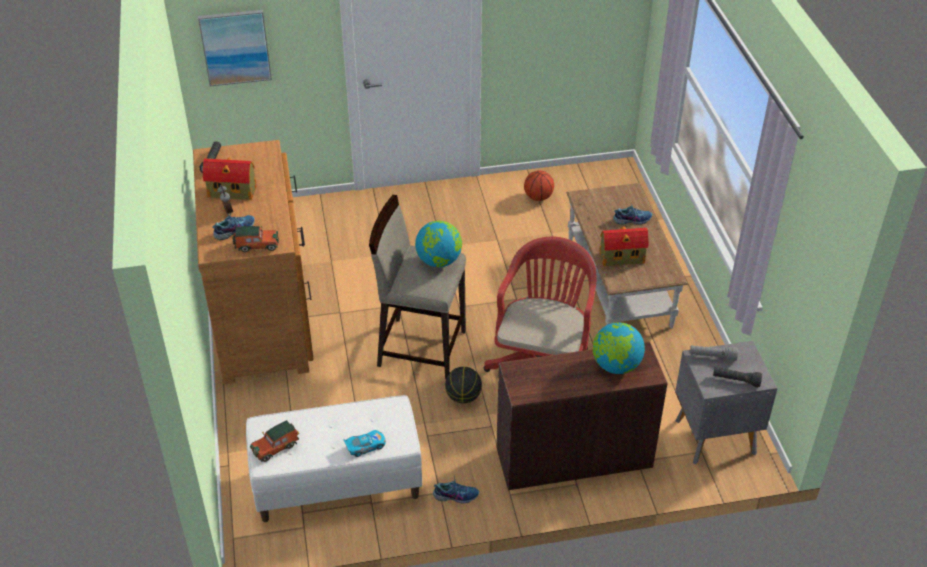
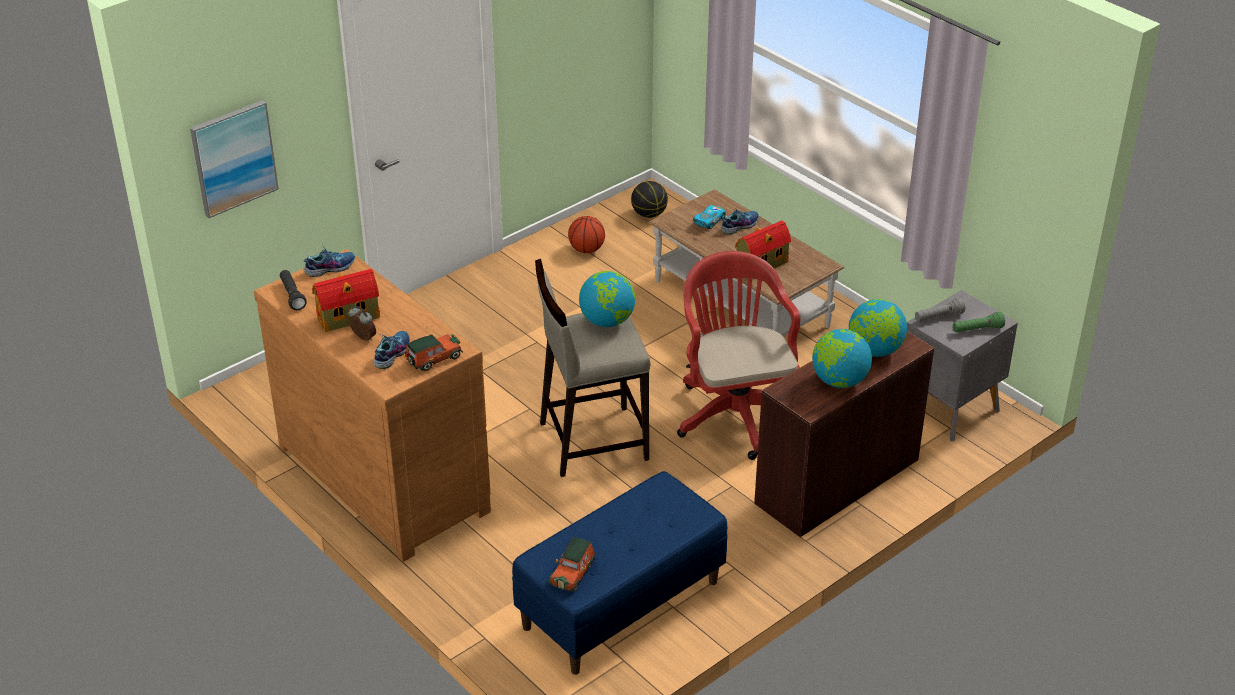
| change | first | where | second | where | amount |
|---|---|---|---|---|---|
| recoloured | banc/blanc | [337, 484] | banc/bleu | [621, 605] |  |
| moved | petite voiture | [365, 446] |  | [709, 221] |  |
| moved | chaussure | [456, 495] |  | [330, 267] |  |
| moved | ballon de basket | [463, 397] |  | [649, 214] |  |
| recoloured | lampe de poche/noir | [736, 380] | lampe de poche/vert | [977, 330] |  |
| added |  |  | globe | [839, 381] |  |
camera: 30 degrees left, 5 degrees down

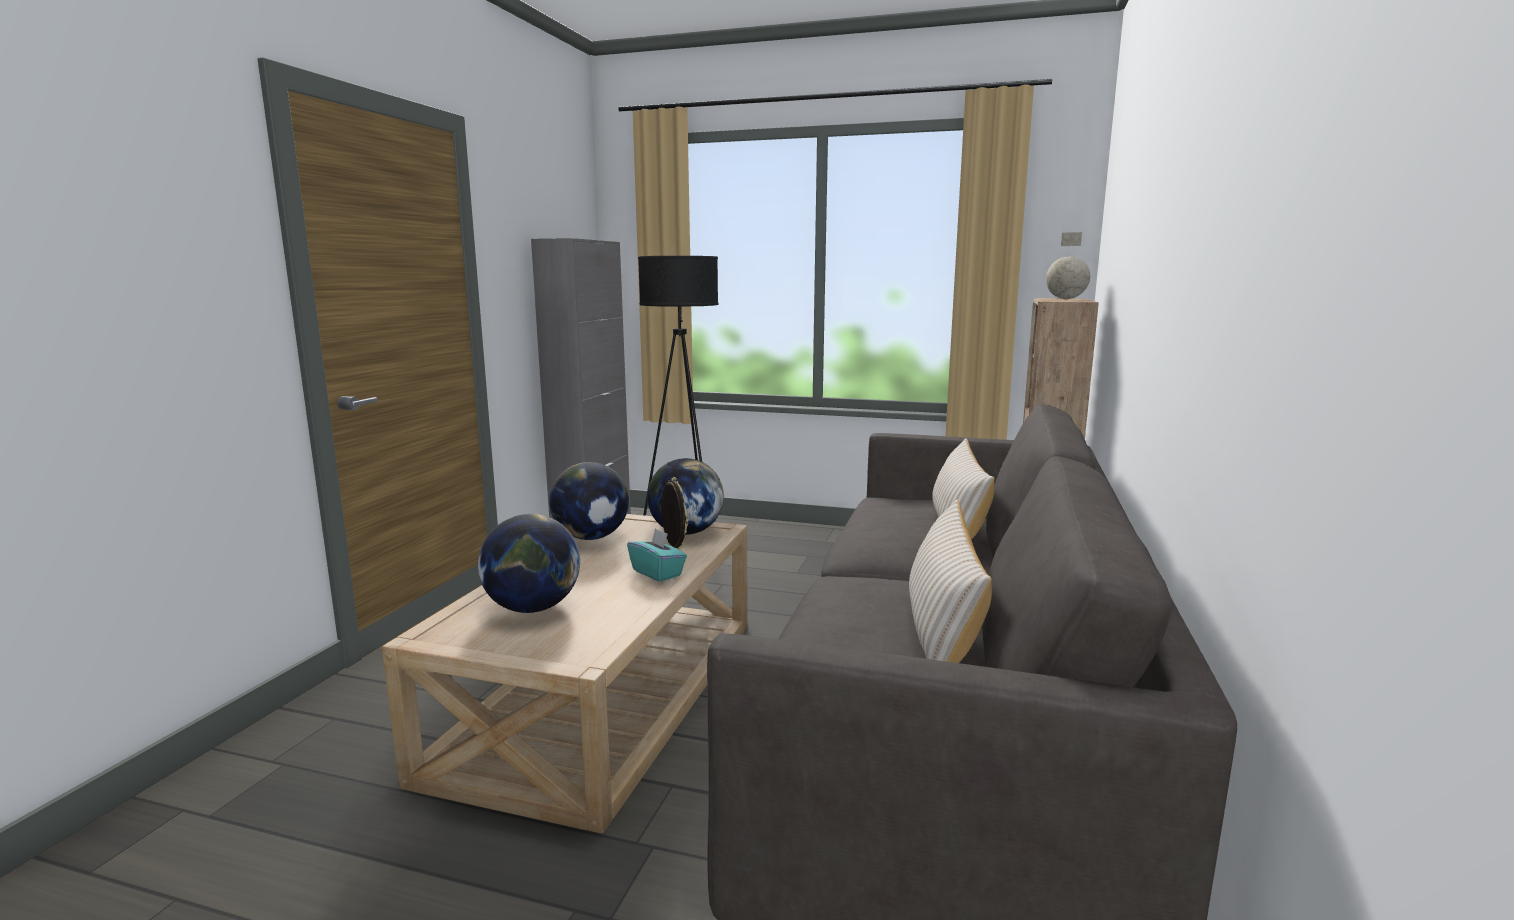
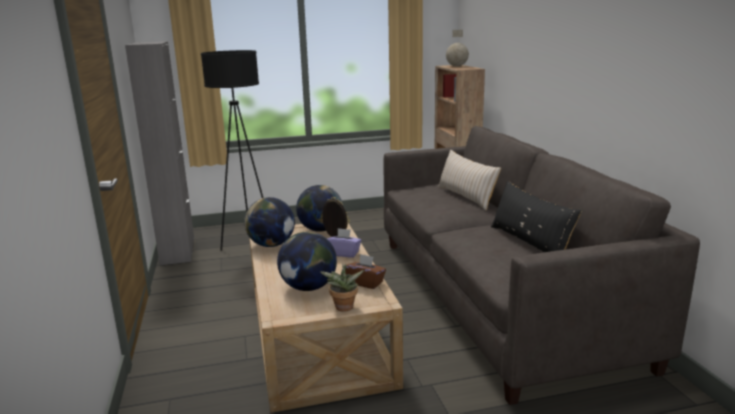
| change | first | where | second | where | amount |
|---|---|---|---|---|---|
| recoloured | boîte à mouchoirs/turquoise | [657, 573] | boîte à mouchoirs/violet | [344, 253] |  |
| recoloured | coussin/beige | [942, 631] | coussin/noir | [529, 242] |  |
| added |  |  | plante en pot | [343, 309] |  |
| added |  |  | boîte à mouchoirs/marron | [365, 283] |  |
camera: 30 degrees left, 5 degrees up

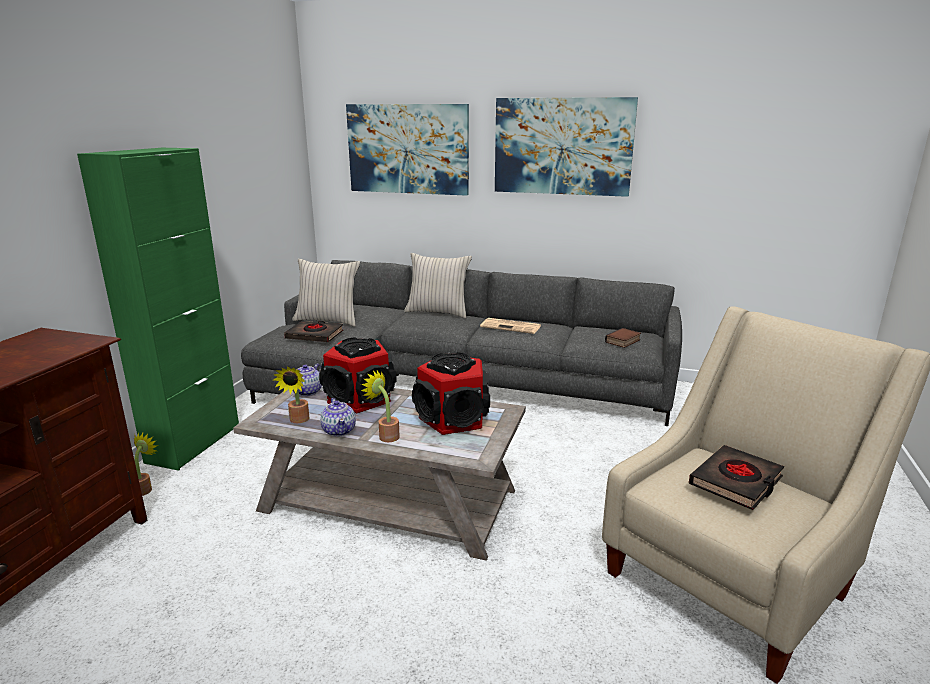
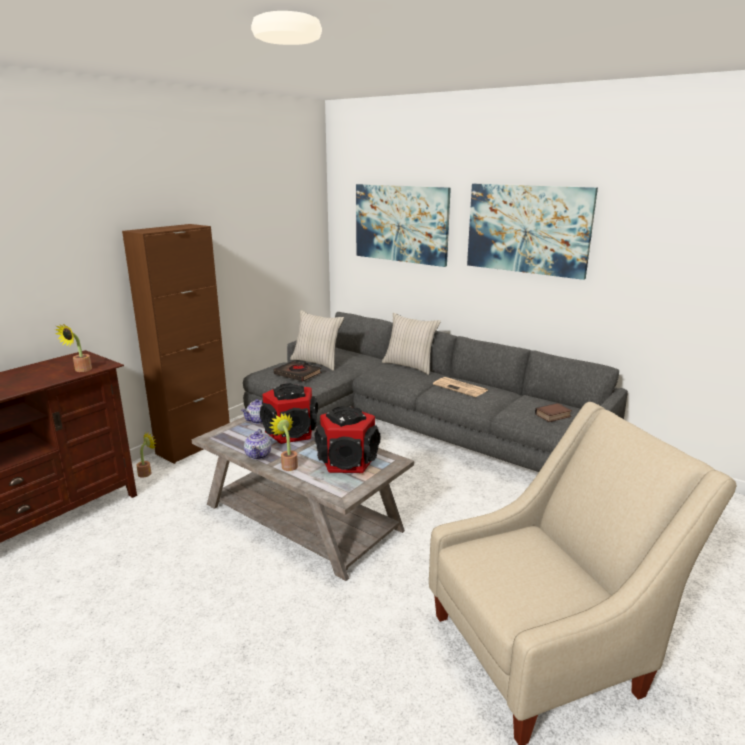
| change | first | where | second | where | amount |
|---|---|---|---|---|---|
| recoloured | meuble de rangement/vert | [194, 443] | meuble de rangement/marron | [194, 445] |  |
| moved | plante en pot | [298, 420] |  | [80, 370] |  |
| removed | livre/noir | [736, 482] |  |  |  |
camera: 20 degrees right, 0 degrees up

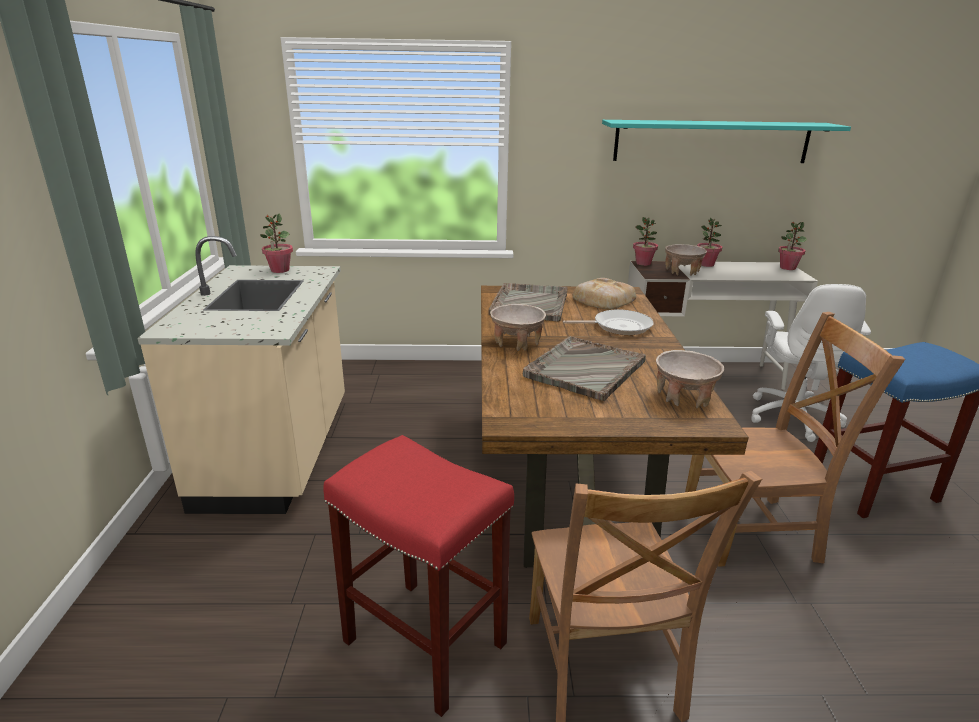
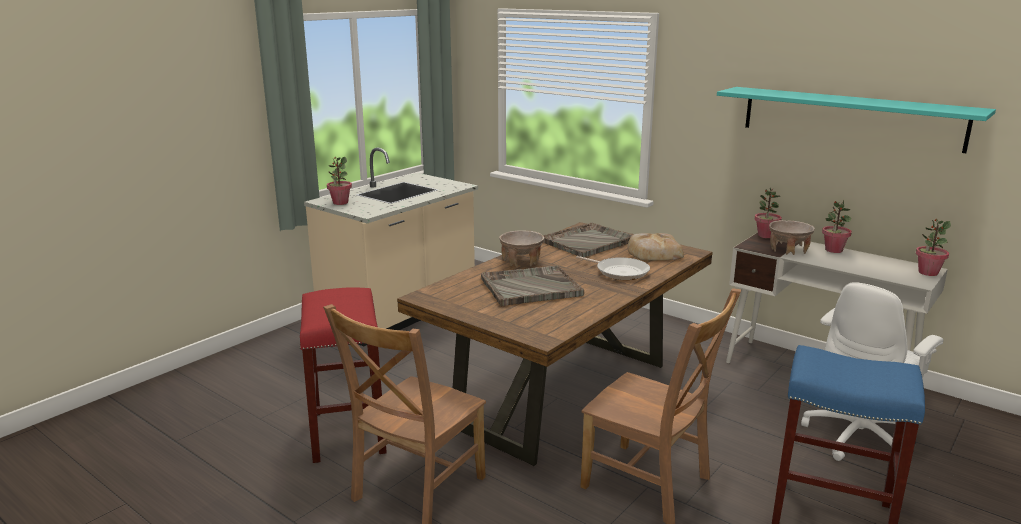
| change | first | where | second | where | amount |
|---|---|---|---|---|---|
| moved | plante en pot | [280, 270] |  | [340, 202] |  |
| removed | bol/beige | [684, 397] |  |  |  |
camera: 40 degrees right, 5 degrees down

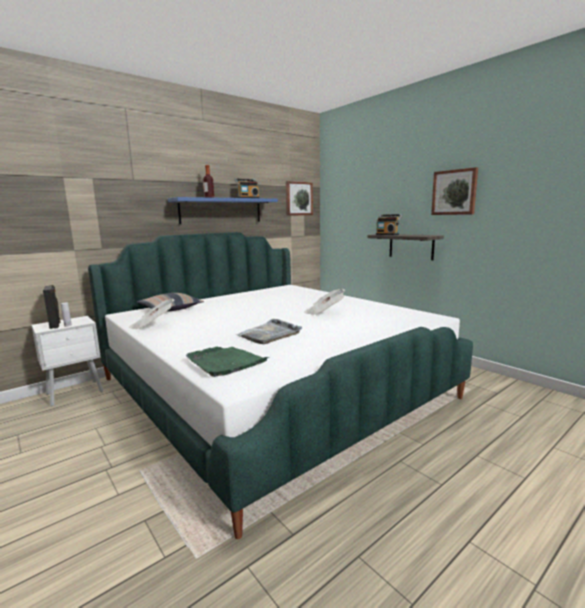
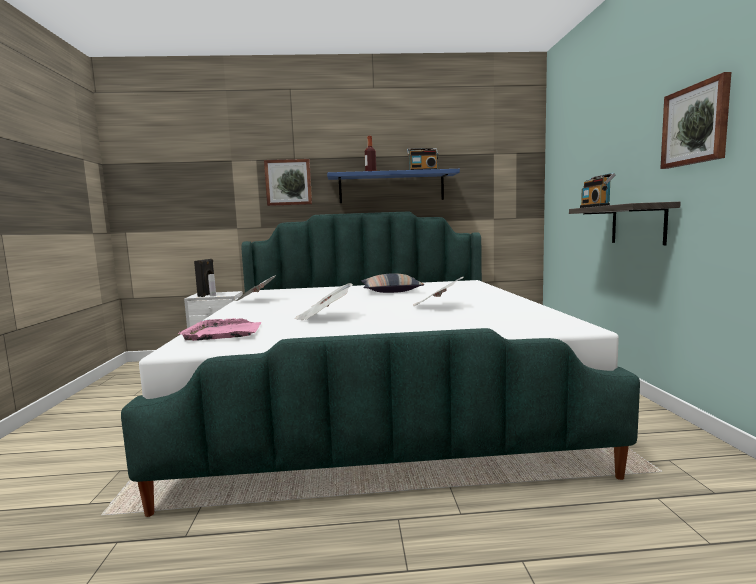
| change | first | where | second | where | amount |
|---|---|---|---|---|---|
| moved | coussin | [170, 309] |  | [391, 291] |  |
| recoloured | plateau/vert | [225, 362] | plateau/rose | [224, 333] |  |
| replaced | plateau/gris | [269, 334] | journal | [323, 318] |  |
| moved | tableau | [298, 198] |  | [288, 182] |  |
camera: 35 degrees right, 5 degrees down

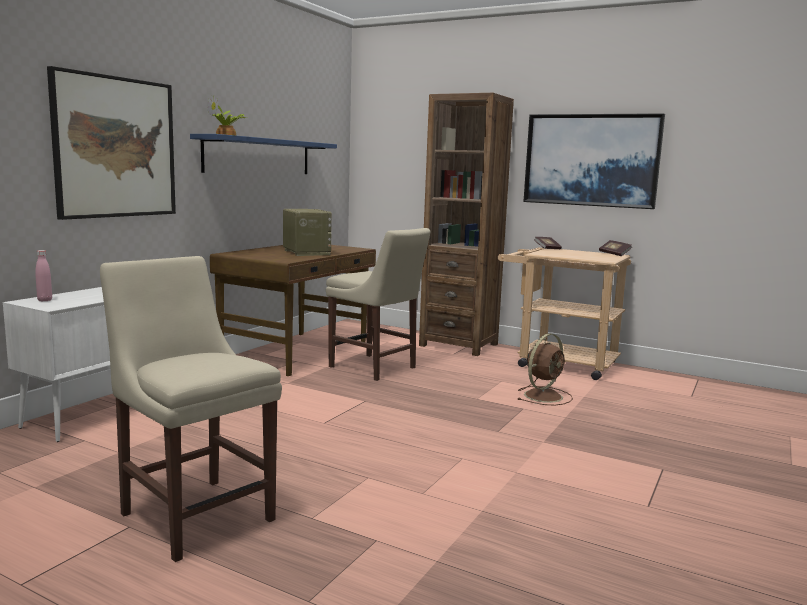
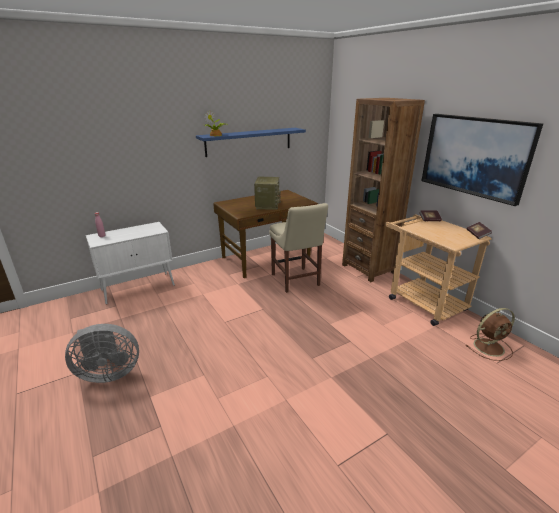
| change | first | where | second | where | amount |
|---|---|---|---|---|---|
| removed | tableau | [115, 147] |  |  |  |
| replaced | chaise/beige | [194, 513] | ventilateur/gris | [108, 373] |  |
| moved | ventilateur/marron | [544, 396] |  | [489, 347] |  |
camera: 30 degrees right, 15 degrees up

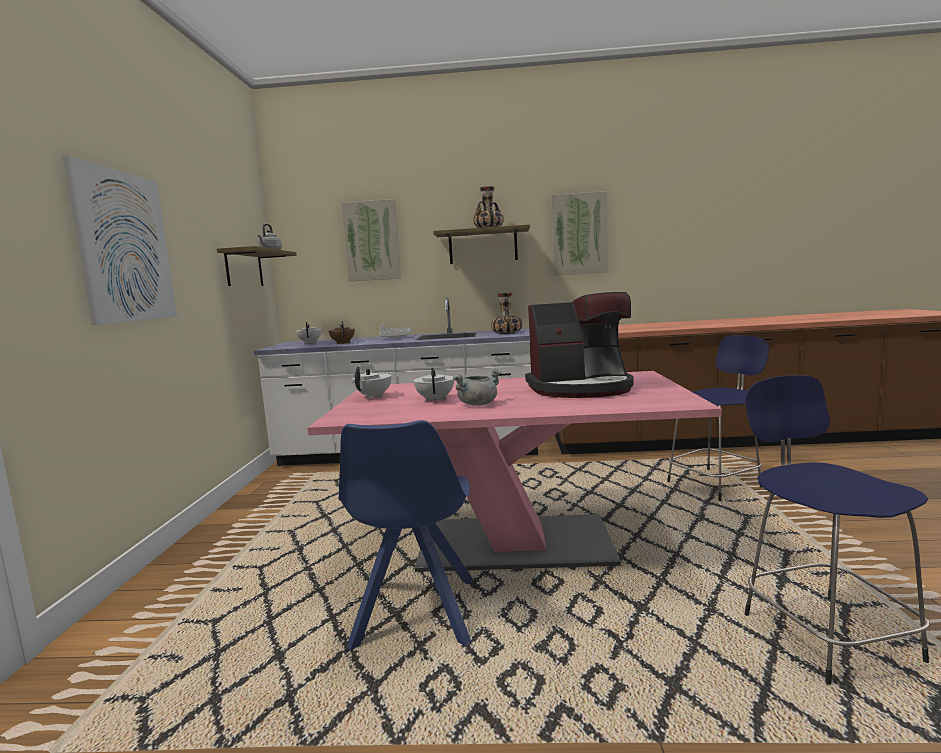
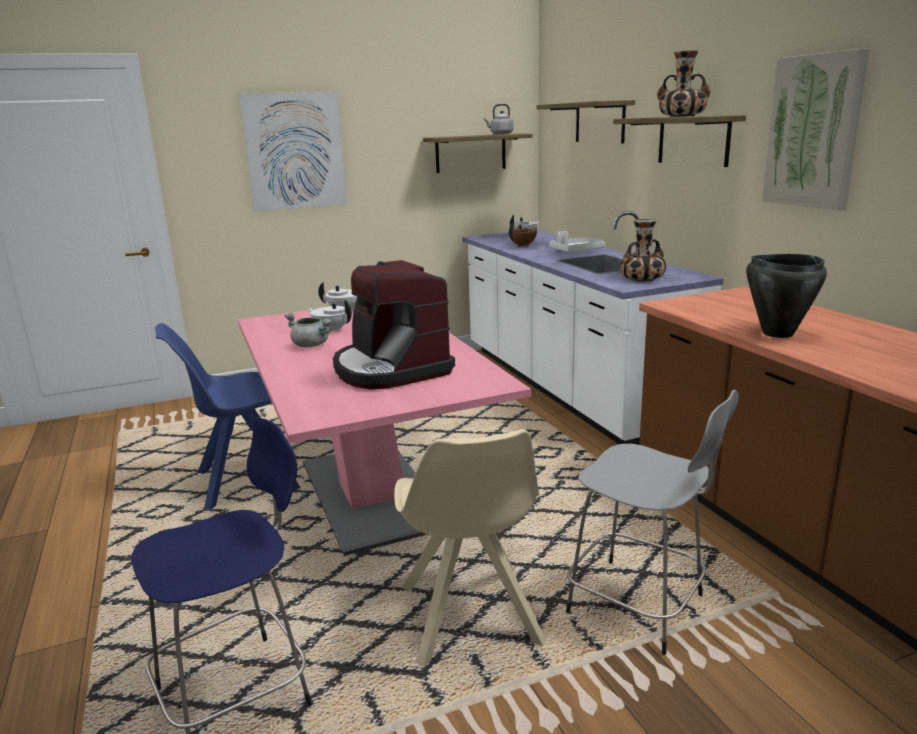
| change | first | where | second | where | amount |
|---|---|---|---|---|---|
| replaced | tableau | [372, 241] | étagère | [599, 122] |  |
| turned | théière/blanc | [435, 399] |  | [331, 330] | 120 degrees counterclockwise |
| recoloured | tabouret/bleu | [716, 484] | tabouret/gris | [640, 606] |  |
| added |  |  | chaise/beige | [470, 617] |  |
| added |  |  | marmite/noir | [777, 333] |  |
camera: 65 degrees right, 10 degrees up

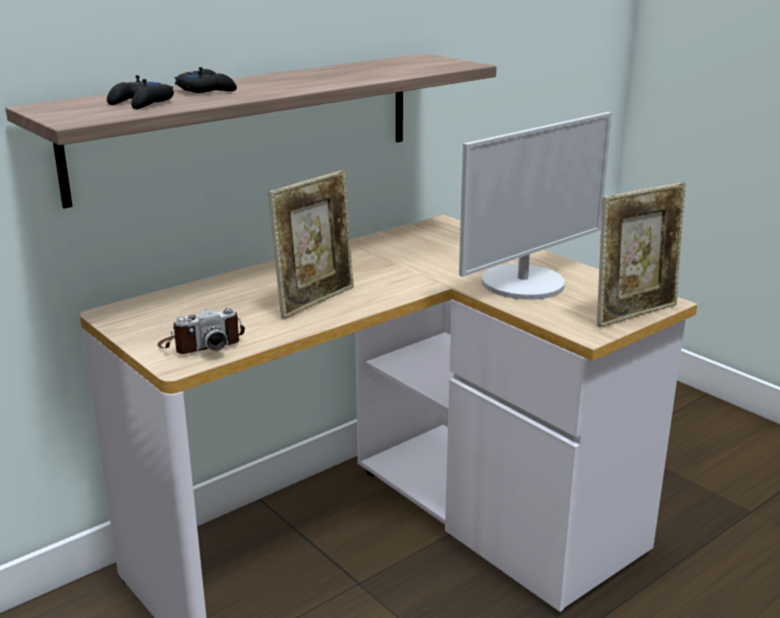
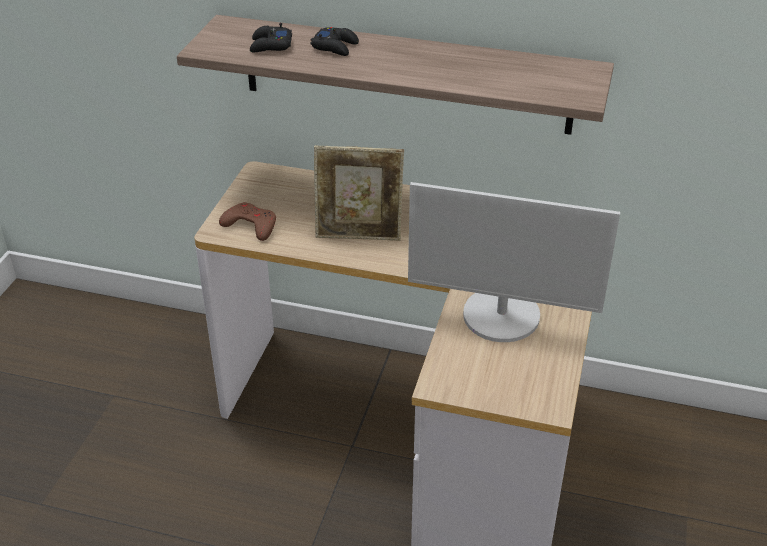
| change | first | where | second | where | amount |
|---|---|---|---|---|---|
| replaced | appareil photo | [202, 344] | manette/marron | [250, 225] |  |
| removed | cadre photo | [634, 314] |  |  |  |
camera: 55 degrees right, 15 degrees up

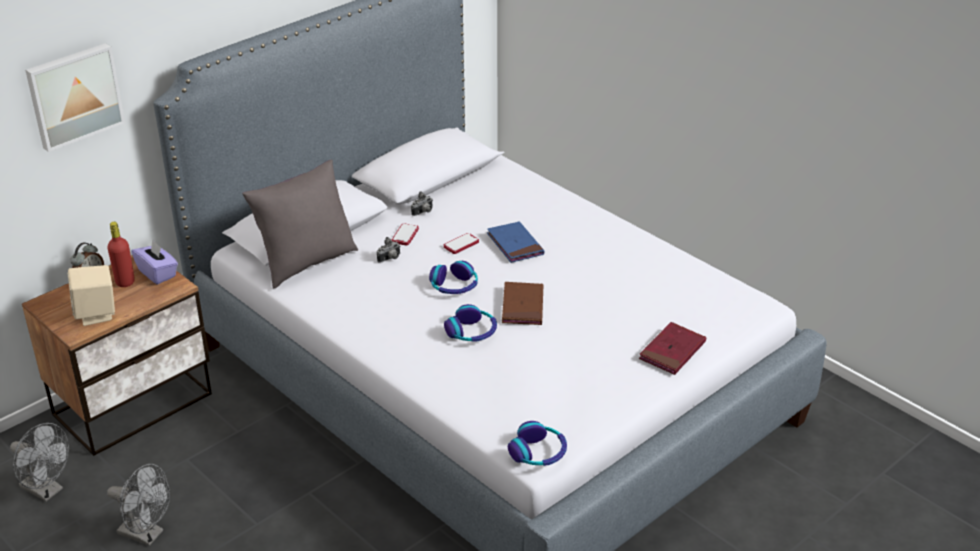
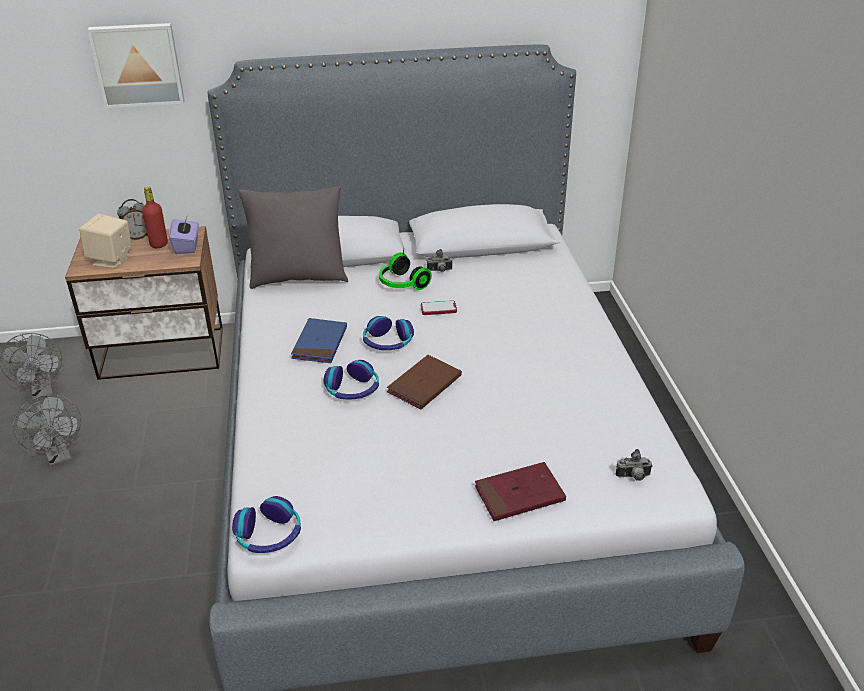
| change | first | where | second | where | amount |
|---|---|---|---|---|---|
| moved | appareil photo | [390, 259] |  | [633, 477] |  |
| replaced | téléphone | [405, 235] | casque audio | [401, 284] |  |
| moved | livre/bleu | [515, 245] |  | [320, 343] |  |
camera: 35 degrees right, 0 degrees up

